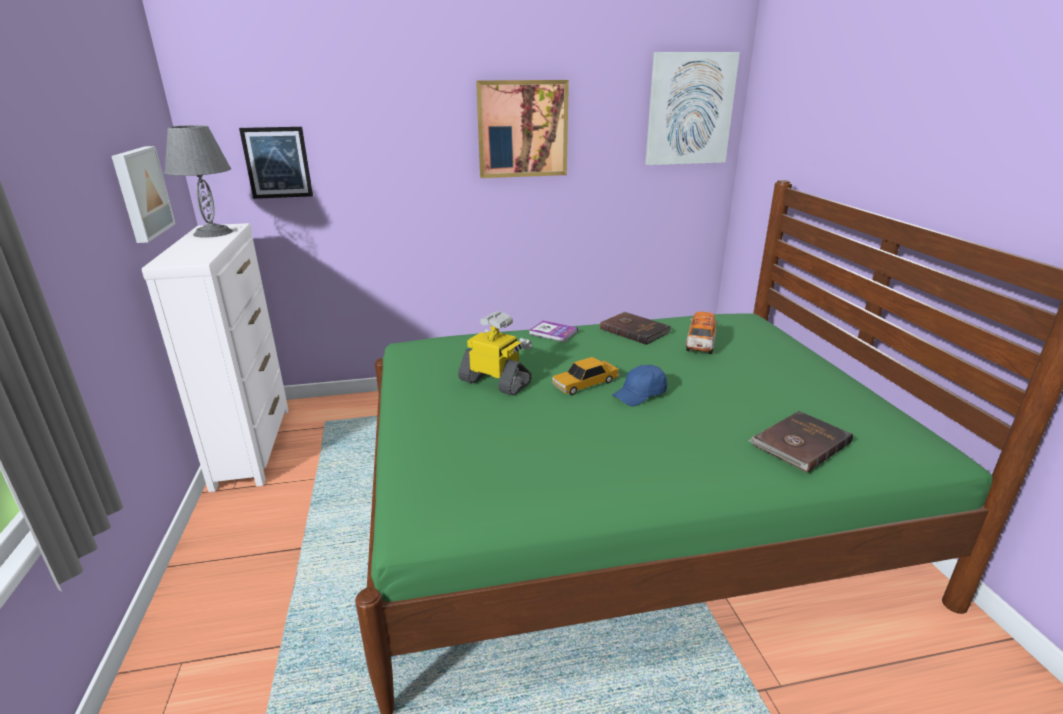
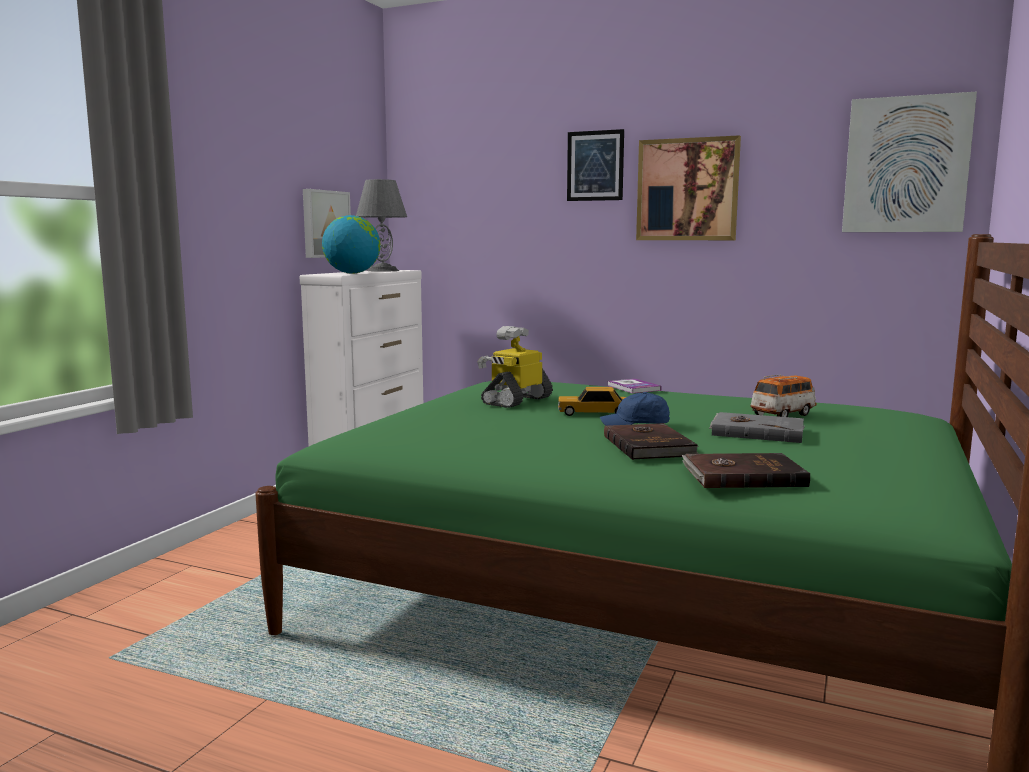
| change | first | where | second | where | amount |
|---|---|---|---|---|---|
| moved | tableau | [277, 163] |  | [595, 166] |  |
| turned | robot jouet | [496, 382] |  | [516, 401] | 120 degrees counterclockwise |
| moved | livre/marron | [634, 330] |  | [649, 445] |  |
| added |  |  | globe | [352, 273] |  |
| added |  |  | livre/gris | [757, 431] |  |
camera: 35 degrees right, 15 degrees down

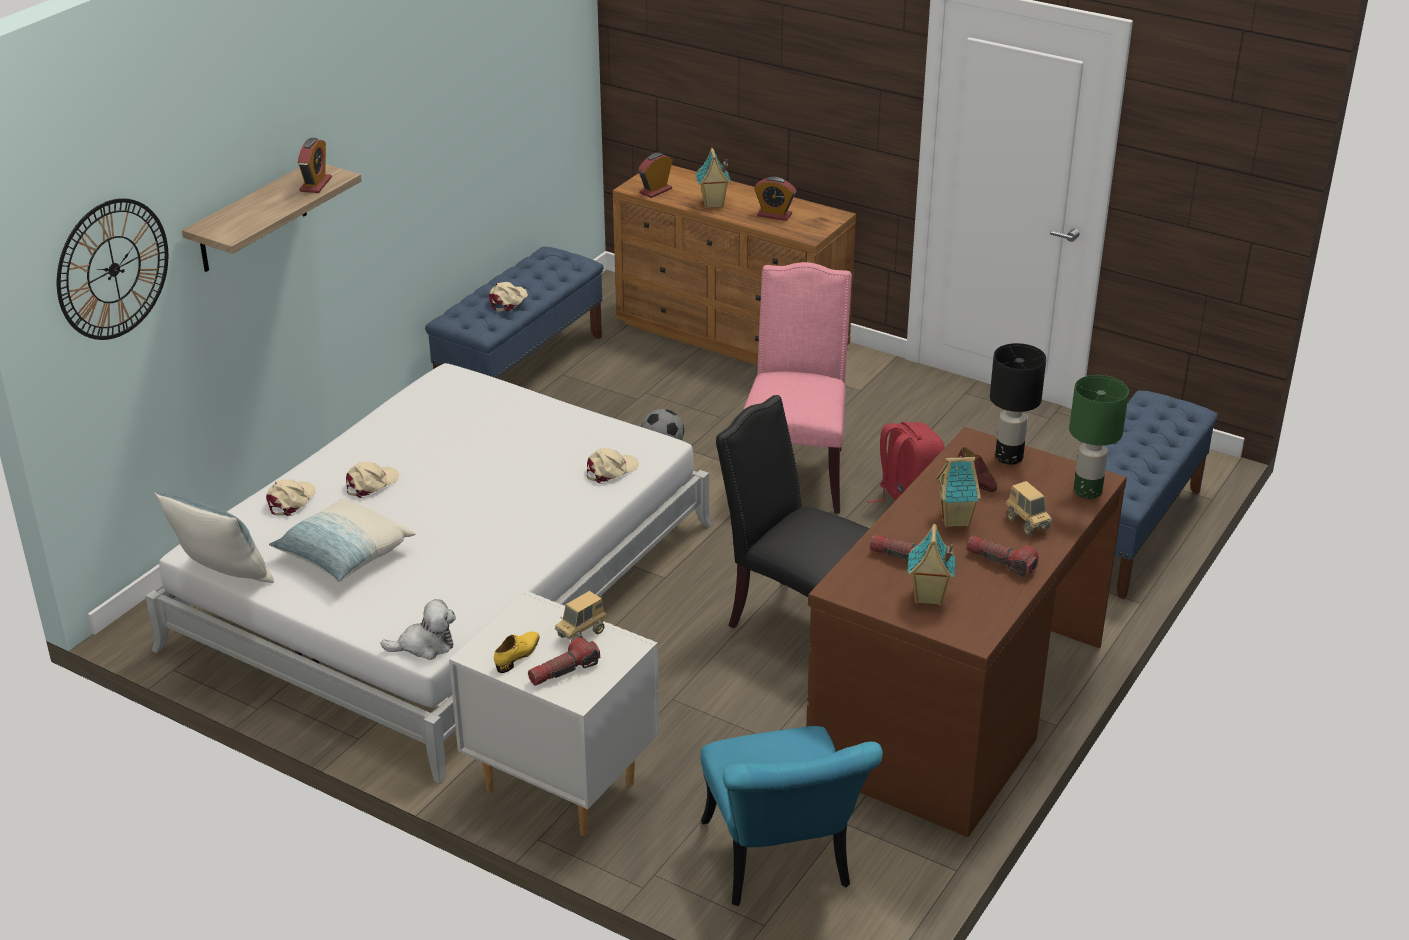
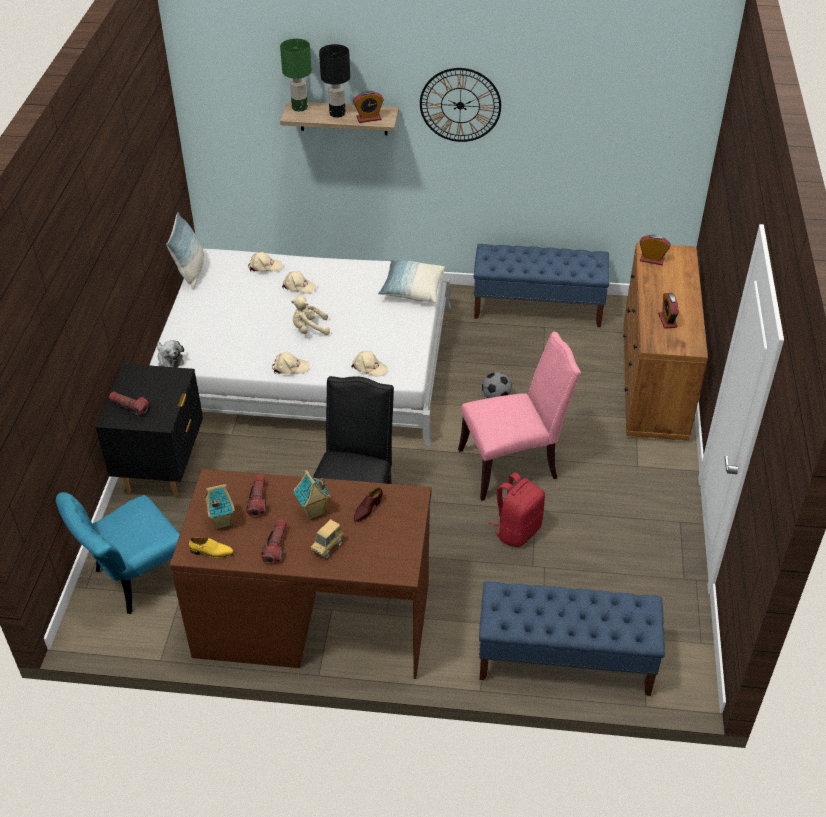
| change | first | where | second | where | amount |
|---|---|---|---|---|---|
| moved | horloge murale | [113, 269] |  | [460, 105] |  |
| moved | coussin | [344, 555] |  | [412, 289] |  |
| recoloured | table de chevet/blanc | [561, 786] | table de chevet/noir | [162, 469] |  |
| moved | casquette/beige | [508, 301] |  | [290, 367] |  |
| moved | chaussure/jaune | [518, 655] |  | [212, 552] |  |
| removed | camion jouet | [581, 634] |  |  |  |
| removed | maison miniature | [713, 204] |  |  |  |
| moved | lampe de table/noir | [1009, 457] |  | [337, 114] |  |
| moved | lampe de table/vert | [1087, 490] |  | [300, 107] |  |
| added |  |  | peluche/beige | [309, 329] |  |
camera: 65 degrees right, 10 degrees up

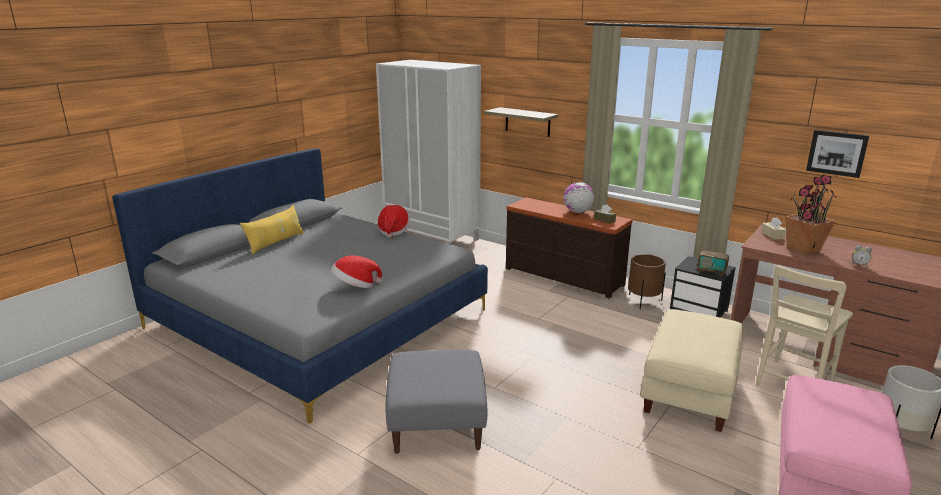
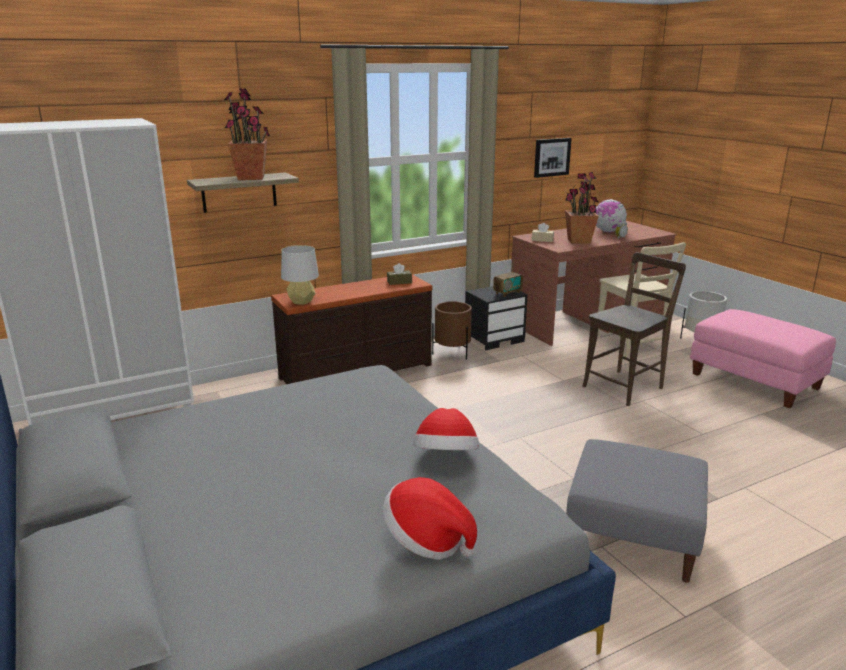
| change | first | where | second | where | amount |
|---|---|---|---|---|---|
| removed | coussin/jaune | [275, 242] |  |  |  |
| moved | chapeau | [393, 231] |  | [427, 540] |  |
| moved | globe | [577, 212] |  | [608, 231] |  |
| replaced | pouf/beige | [690, 392] | chaise/marron | [625, 386] |  |
| added |  |  | plante en pot | [251, 178] |  |
| added |  |  | lampe de table/gris | [301, 302] |  |
camera: 65 degrees left, 0 degrees up

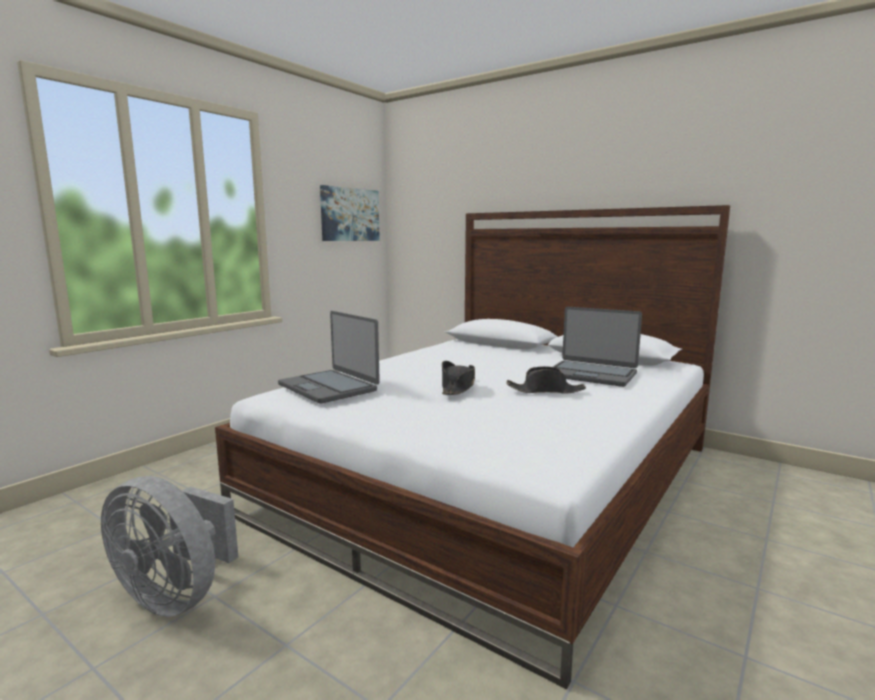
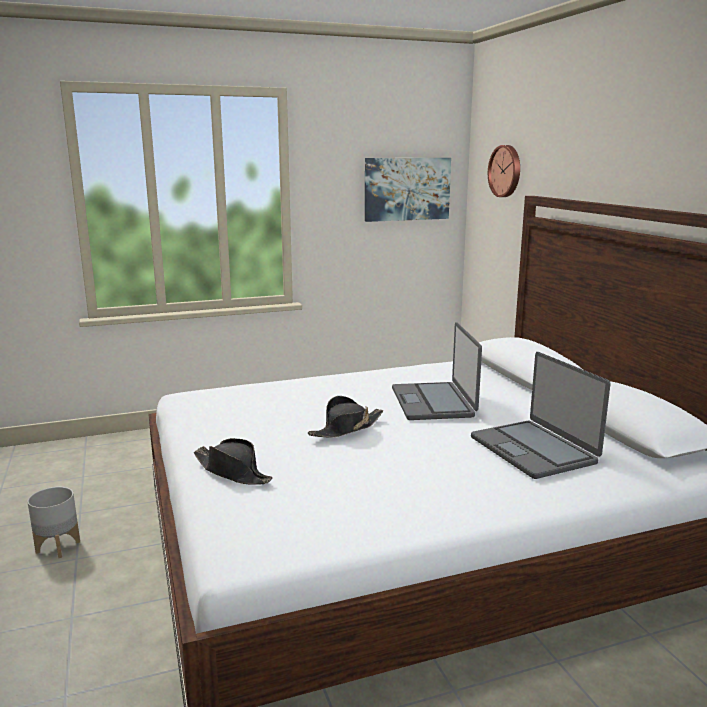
| change | first | where | second | where | amount |
|---|---|---|---|---|---|
| replaced | ventilateur/gris | [176, 595] | cache-pot/gris | [58, 547] |  |
| moved | ordinateur portable | [329, 387] |  | [433, 402] |  |
| moved | chapeau/noir | [545, 390] |  | [232, 472] |  |
| added |  |  | horloge murale | [506, 171] |  |
camera: 35 degrees right, 5 degrees up

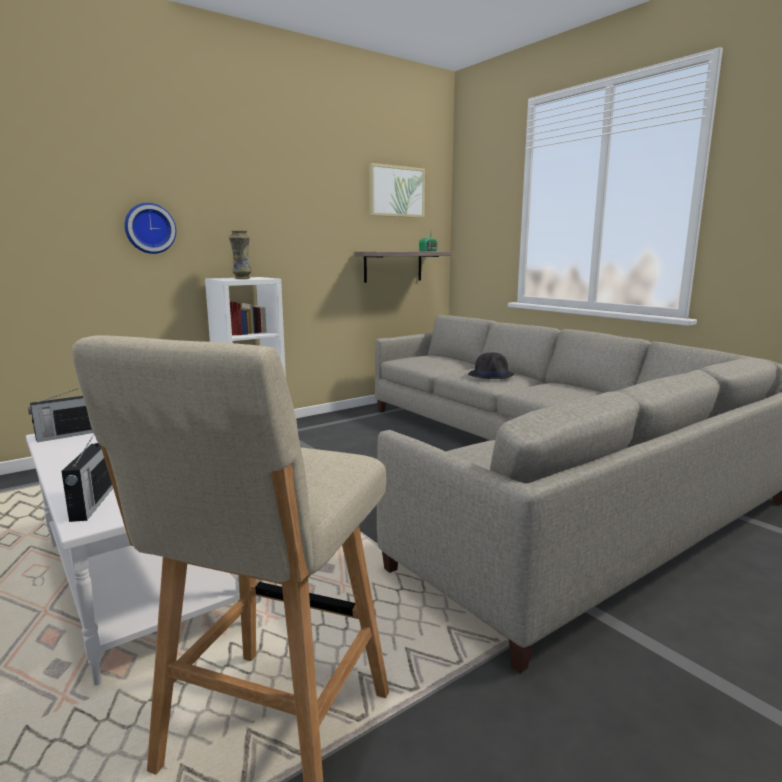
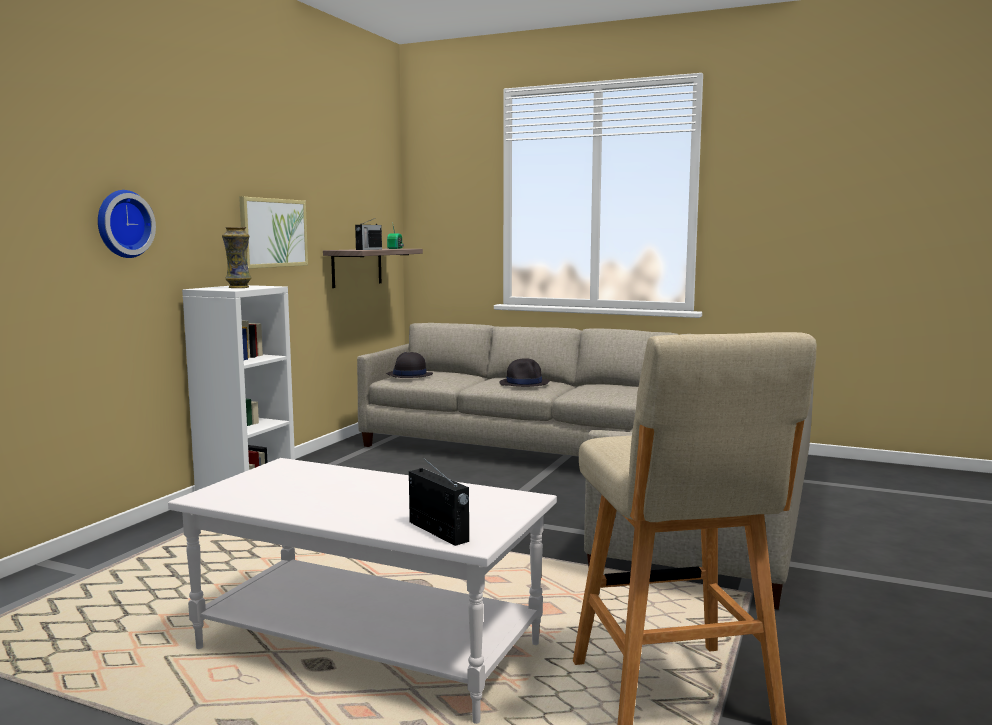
| change | first | where | second | where | amount |
|---|---|---|---|---|---|
| moved | radio | [66, 435] |  | [368, 249] |  |
| moved | tableau | [396, 191] |  | [273, 233] |  |
| added |  |  | chapeau/noir | [409, 375] |  |
camera: 30 degrees left, 5 degrees down

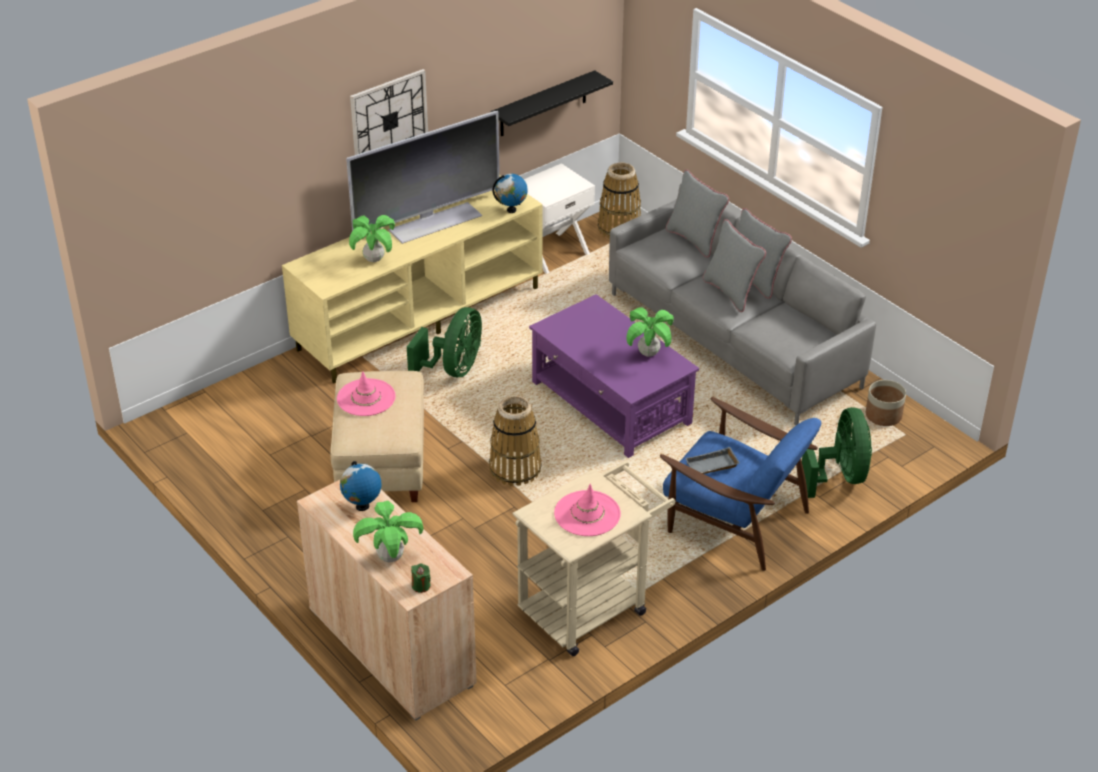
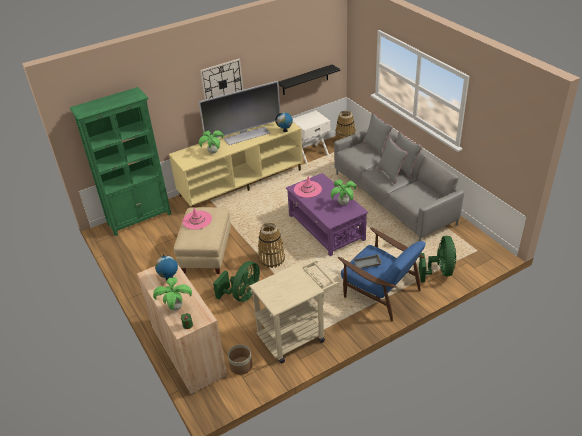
| change | first | where | second | where | amount |
|---|---|---|---|---|---|
| moved | ventilateur/vert | [453, 369] |  | [242, 295] |  |
| moved | chapeau/rose | [587, 514] |  | [307, 189] |  |
| moved | cache-pot | [884, 415] |  | [241, 366] |  |
| added |  |  | bibliothèque/vert | [140, 218] |  |
camera: 10 degrees right, 0 degrees up

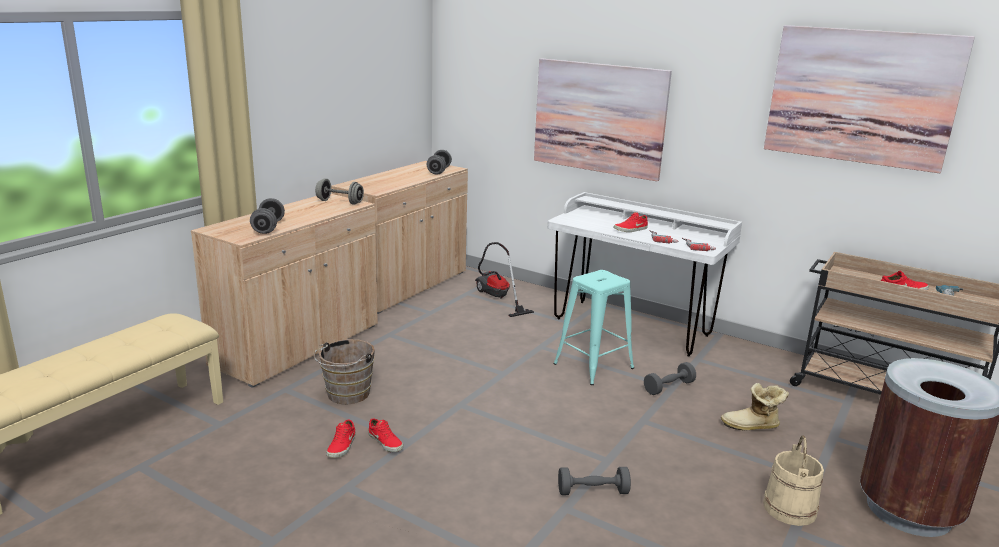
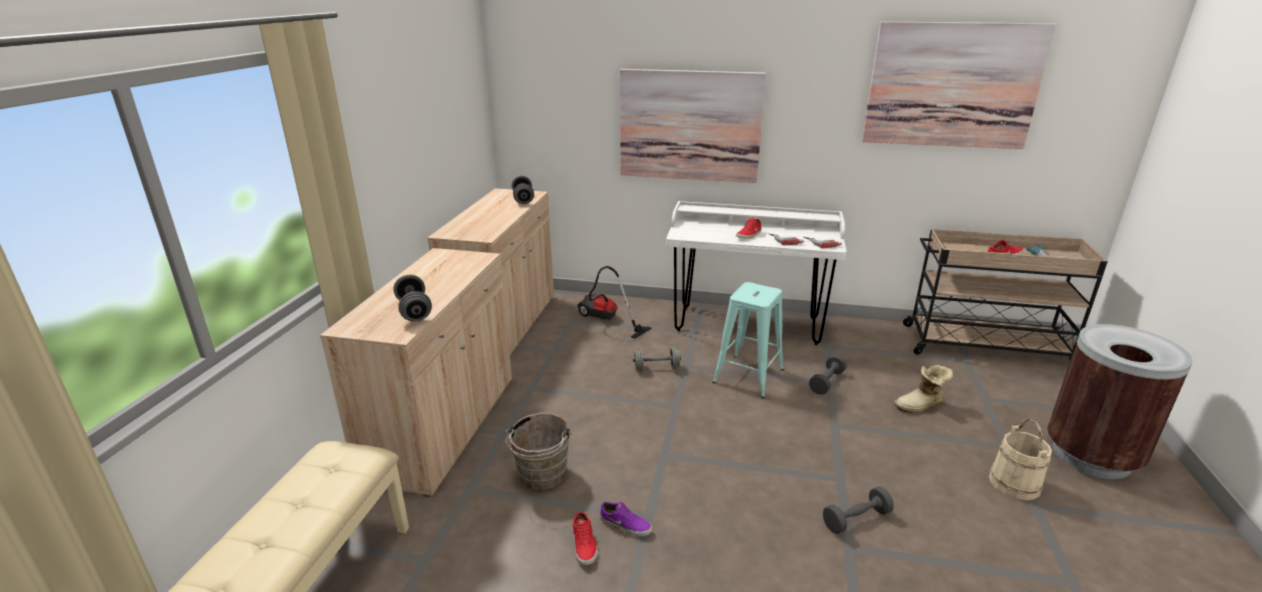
| change | first | where | second | where | amount |
|---|---|---|---|---|---|
| moved | haltère/gris | [340, 202] |  | [656, 368] |  |
| recoloured | chaussure/rouge | [386, 442] | chaussure/violet | [626, 524] |  |
camera: 20 degrees left, 5 degrees up

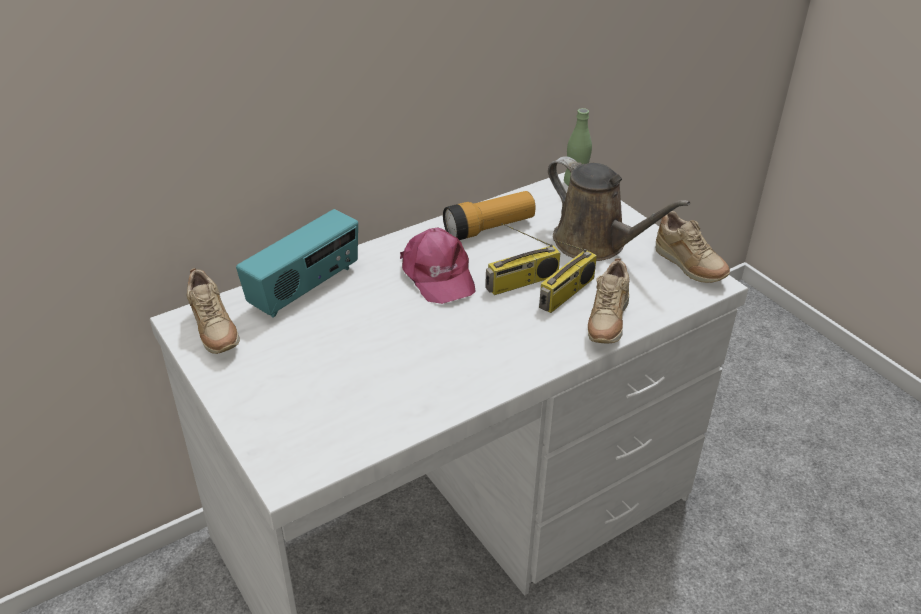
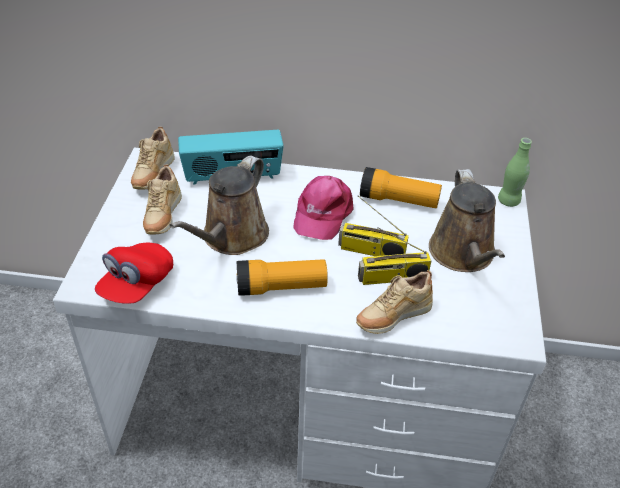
| change | first | where | second | where | amount |
|---|---|---|---|---|---|
| moved | chaussure/beige | [689, 267] |  | [162, 217] |  |
| added |  |  | casquette/rouge | [137, 284] |  |
| added |  |  | arrosoir/marron | [231, 237] |  |
| added |  |  | lampe de poche | [281, 287] |  |
camera: 40 degrees right, 5 degrees up

